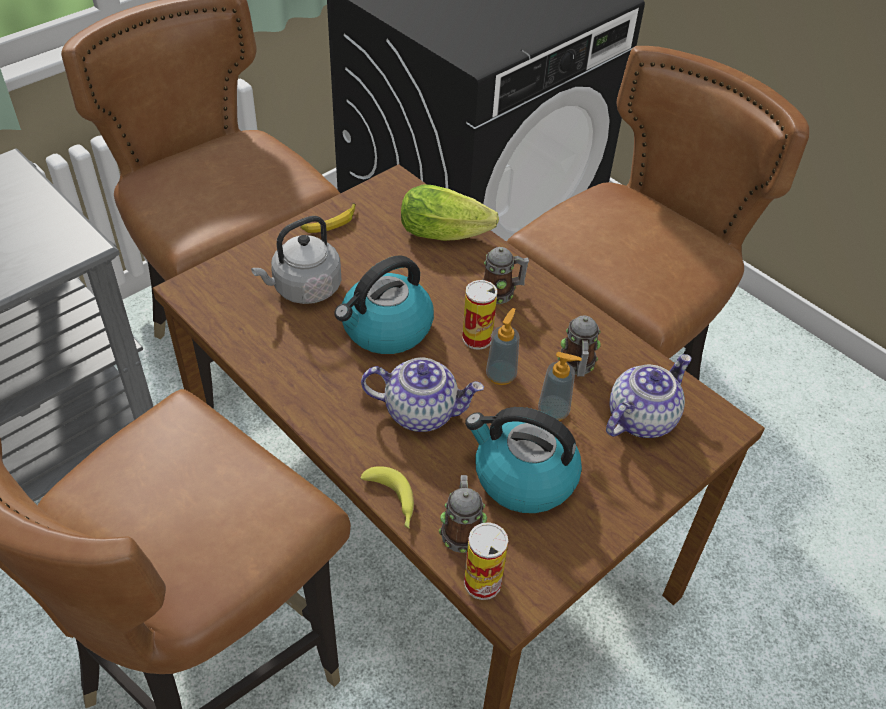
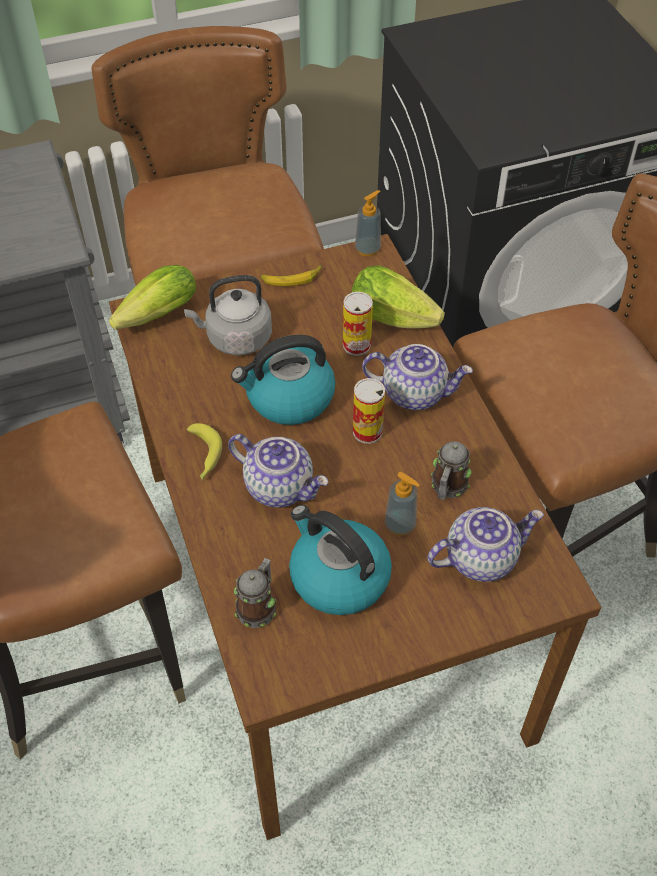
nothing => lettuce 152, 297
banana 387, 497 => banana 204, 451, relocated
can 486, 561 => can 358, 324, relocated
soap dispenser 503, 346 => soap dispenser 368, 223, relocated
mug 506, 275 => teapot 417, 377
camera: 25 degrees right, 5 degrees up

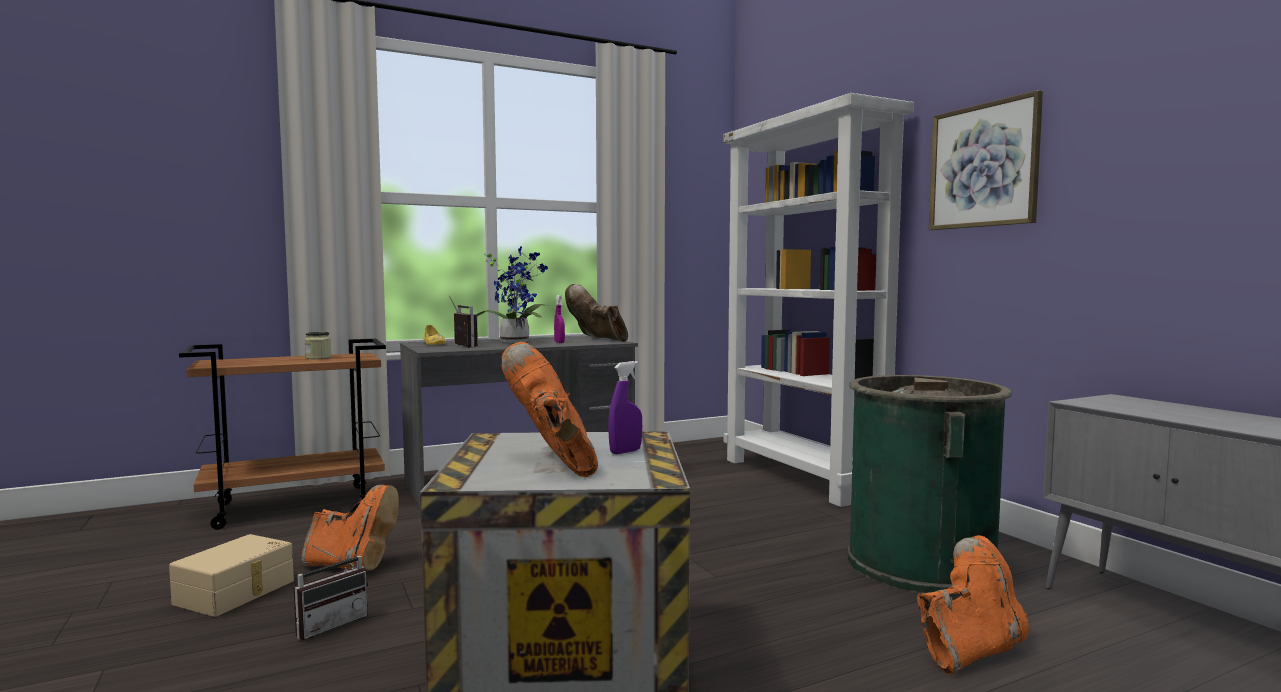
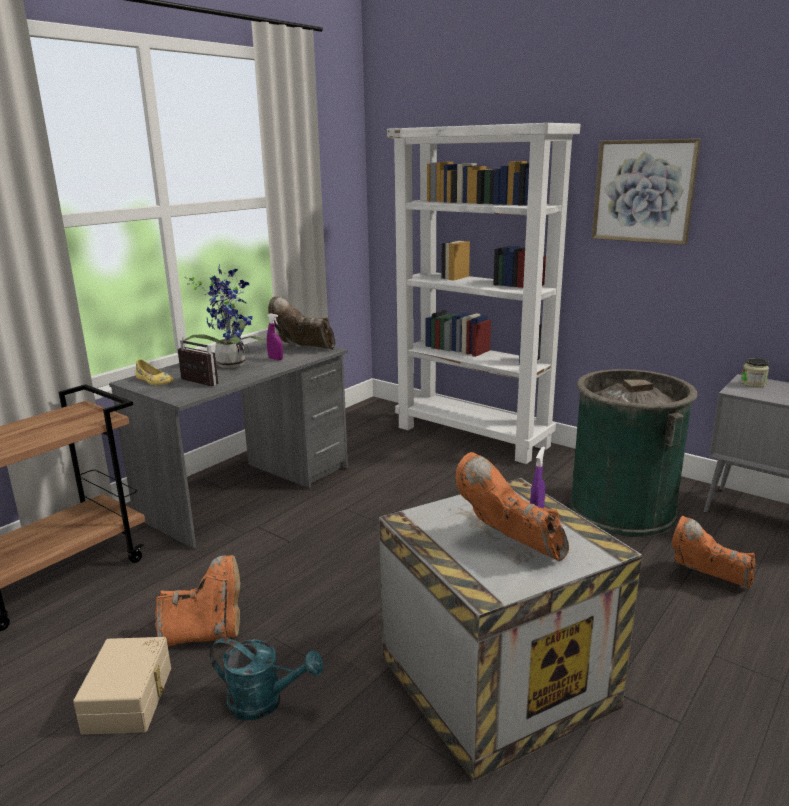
radio 331, 592 => turquoise watering can 266, 679
orange boot 973, 605 => orange boot 714, 552, 90 degrees counterclockwise
jar 318, 345 => jar 755, 373, relocated
camera: 25 degrees left, 15 degrees up

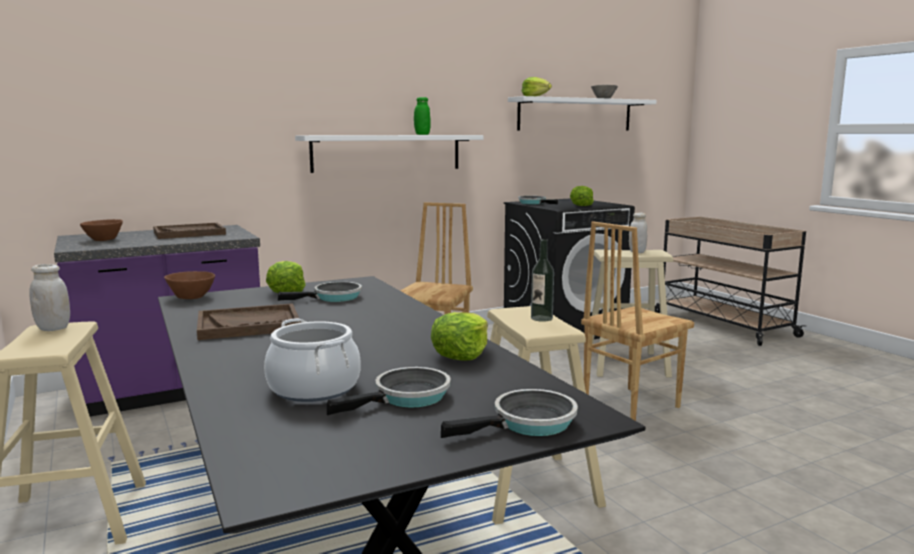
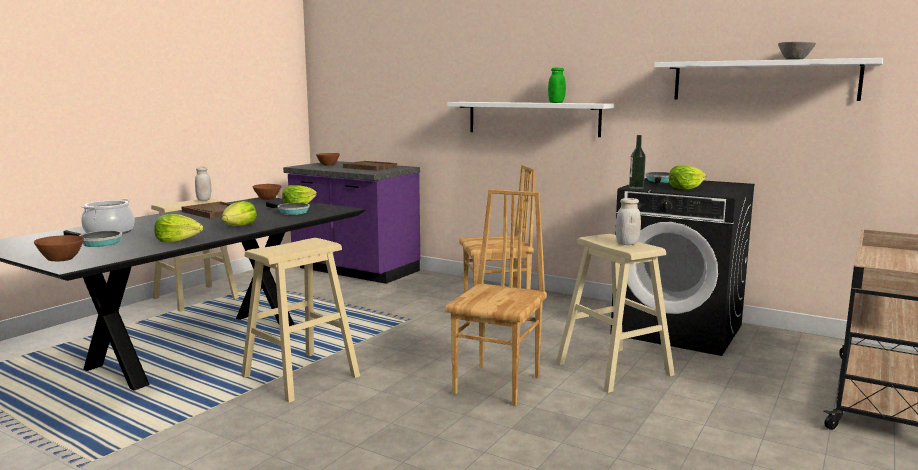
frying pan 509, 413 => brown bowl 59, 248
lettuce 537, 86 => lettuce 239, 213, relocated
brown chair 637, 321 => brown chair 496, 297, 90 degrees clockwise
bottle 542, 280 => bottle 637, 162, relocated
camera: 60 degrees right, 0 degrees up

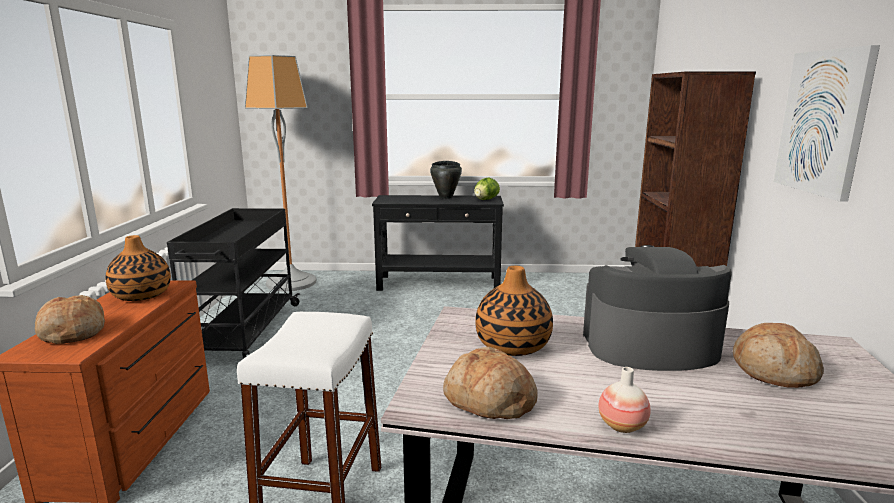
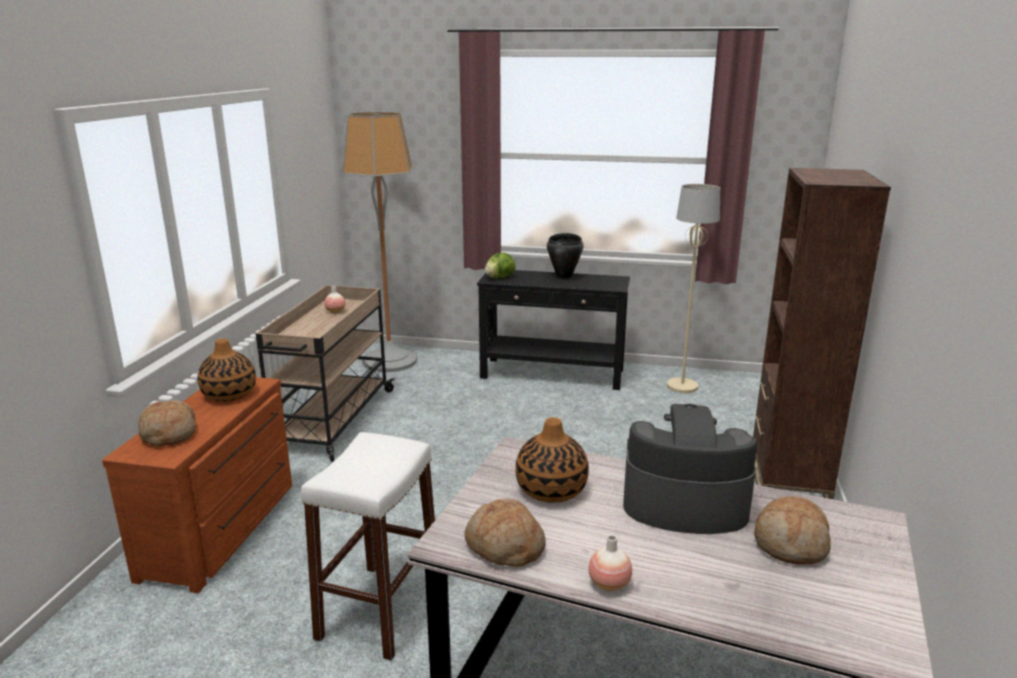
black cart 233, 283 => beige cart 325, 373
nothing => vase 335, 299
lettuce 487, 188 => lettuce 500, 265, relocated
nothing => beige floor lamp 693, 288
picture 827, 123 => nothing
camera: 10 degrees right, 5 degrees up

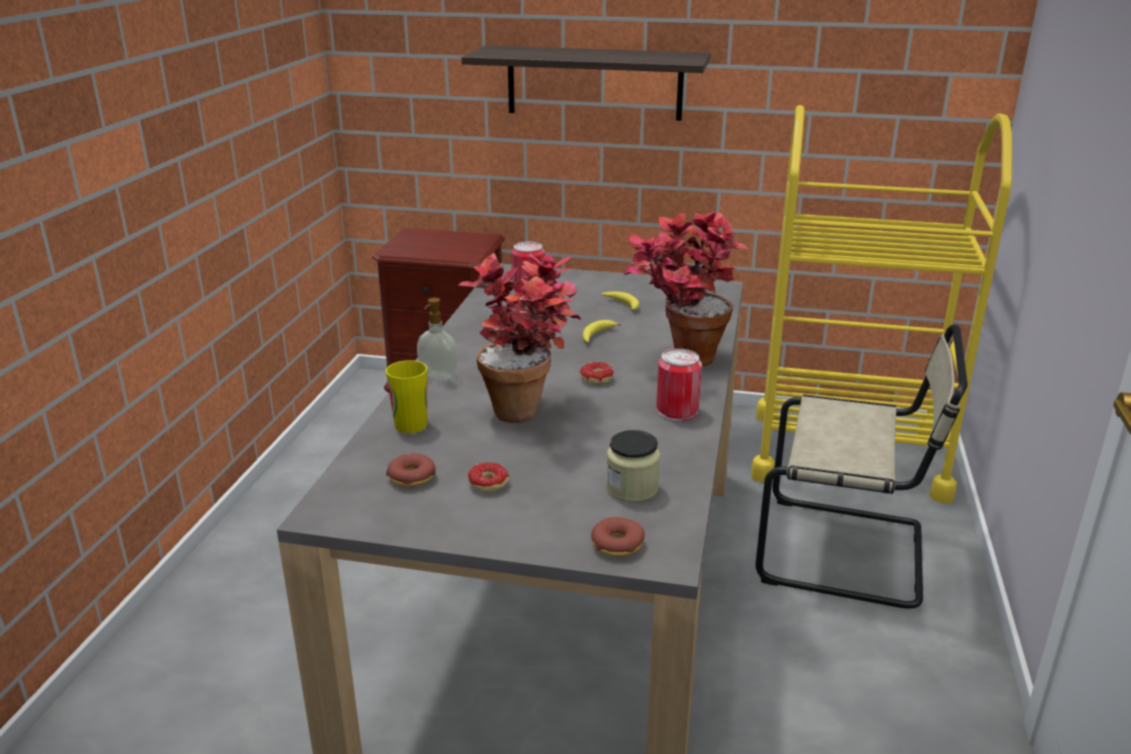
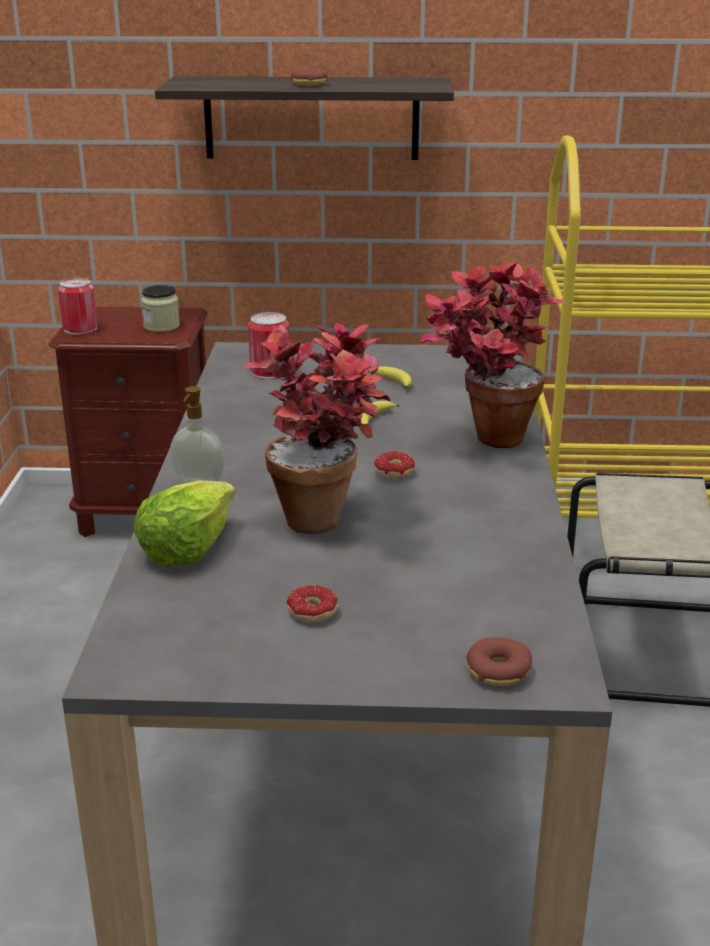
can 679, 385 => can 77, 306, relocated
cup 406, 396 => lettuce 184, 523
jar 633, 466 => jar 160, 308, relocated
donut 411, 470 => donut 309, 77, relocated
camera: 10 degrees left, 0 degrees up

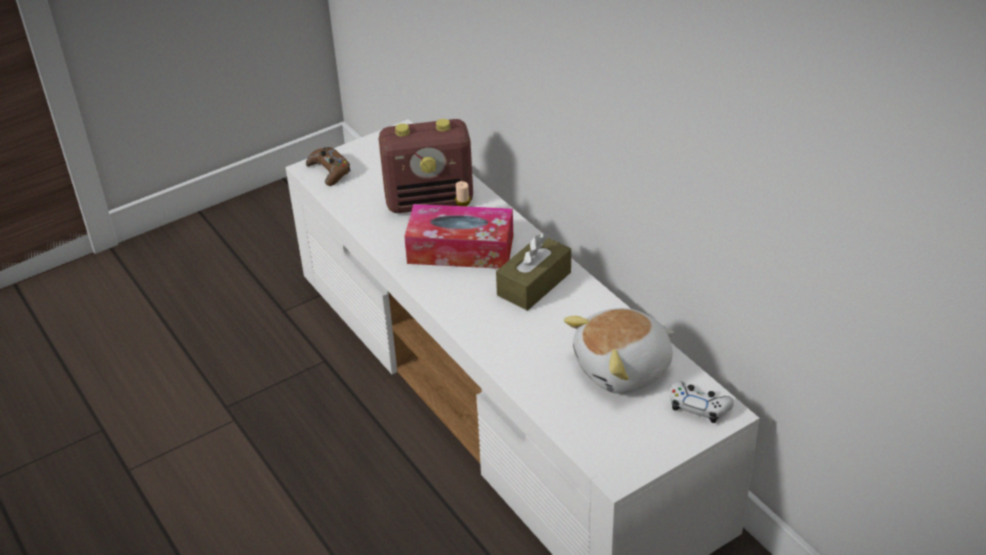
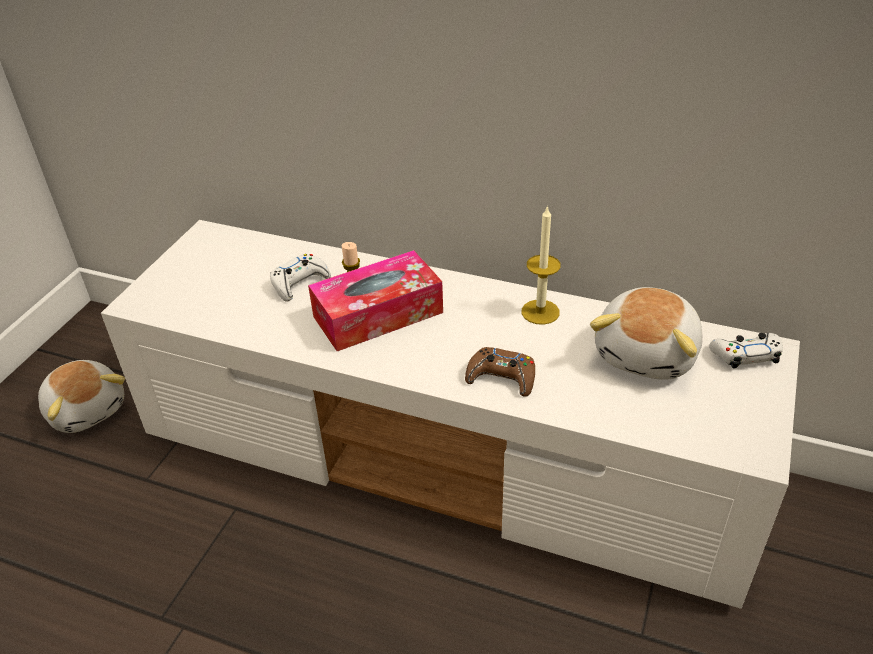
nothing => plush toy 81, 396
radio 426, 166 => white game controller 300, 278
brown game controller 328, 166 => brown game controller 500, 372, relocated
nothing => candle 541, 265
brown tissue box 533, 272 => nothing
camera: 35 degrees left, 0 degrees up

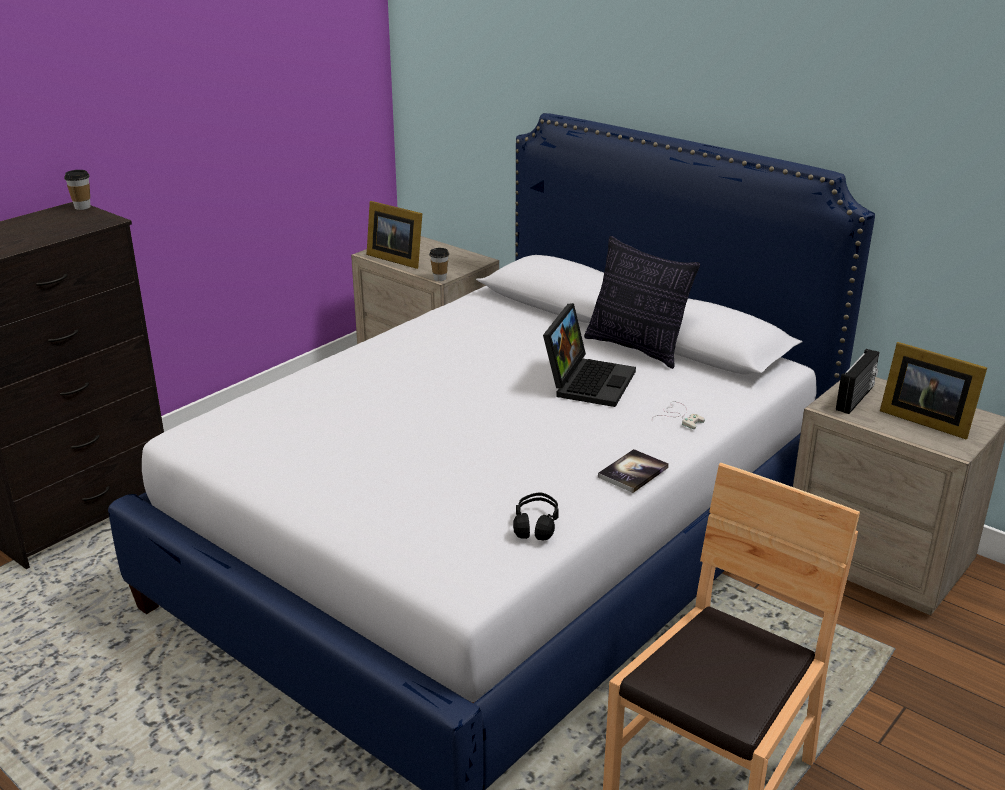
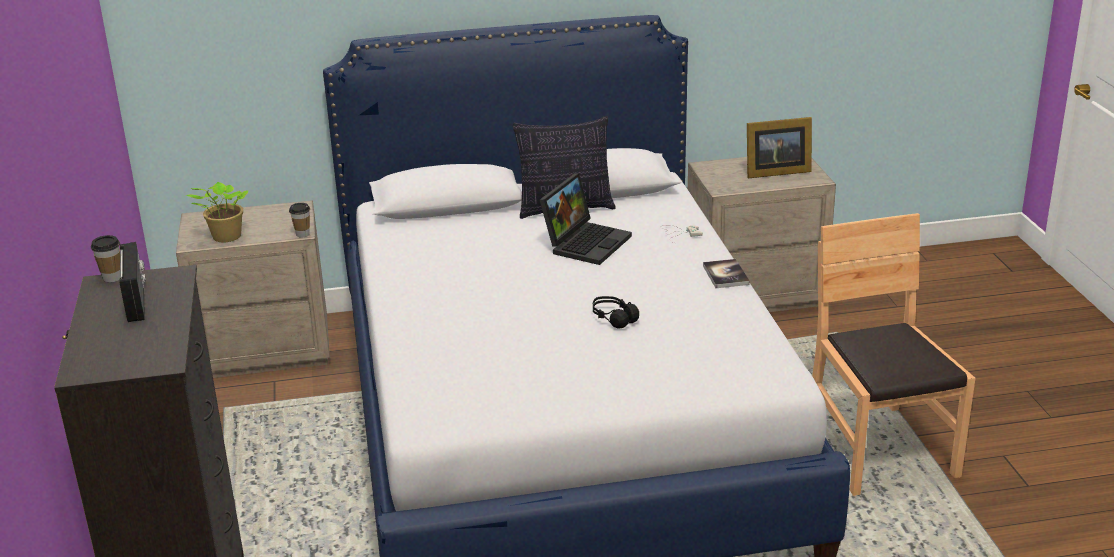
radio 857, 381 => radio 132, 282, relocated
picture frame 394, 235 => potted plant 217, 212
laptop 589, 355 => laptop 586, 219, 60 degrees clockwise
black headphones 536, 516 => black headphones 616, 312, relocated
camera: 50 degrees left, 0 degrees up

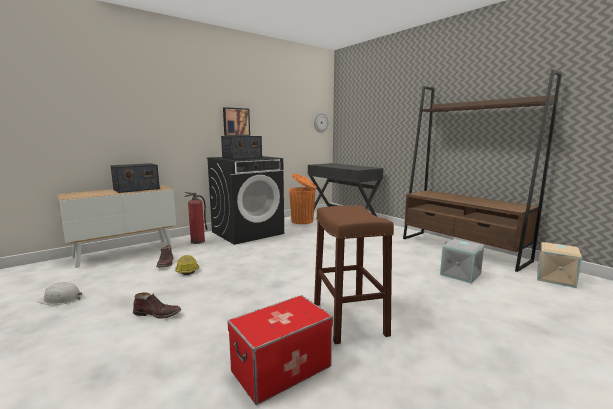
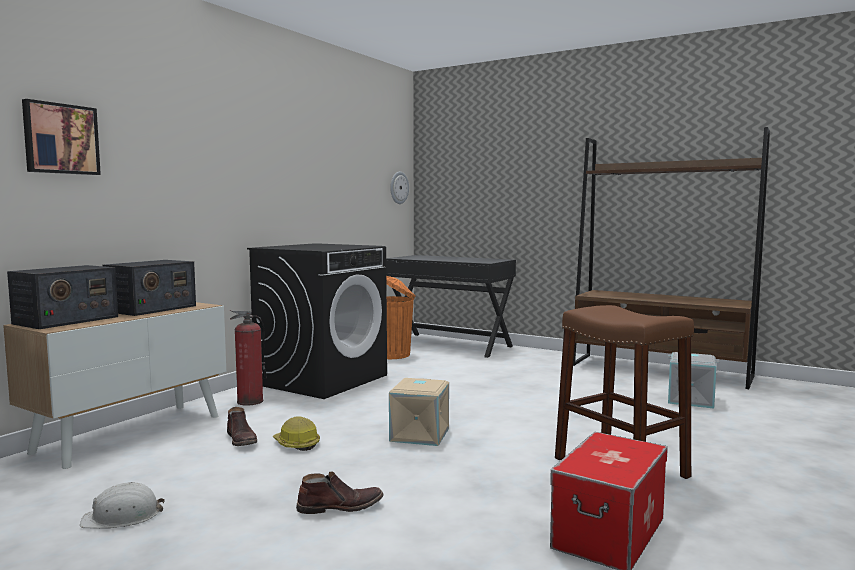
radio 241, 148 => radio 62, 297, relocated
picture 236, 121 => picture 61, 137, relocated
beige storage box 559, 265 => beige storage box 419, 412, relocated
camera: 20 degrees left, 5 degrees down

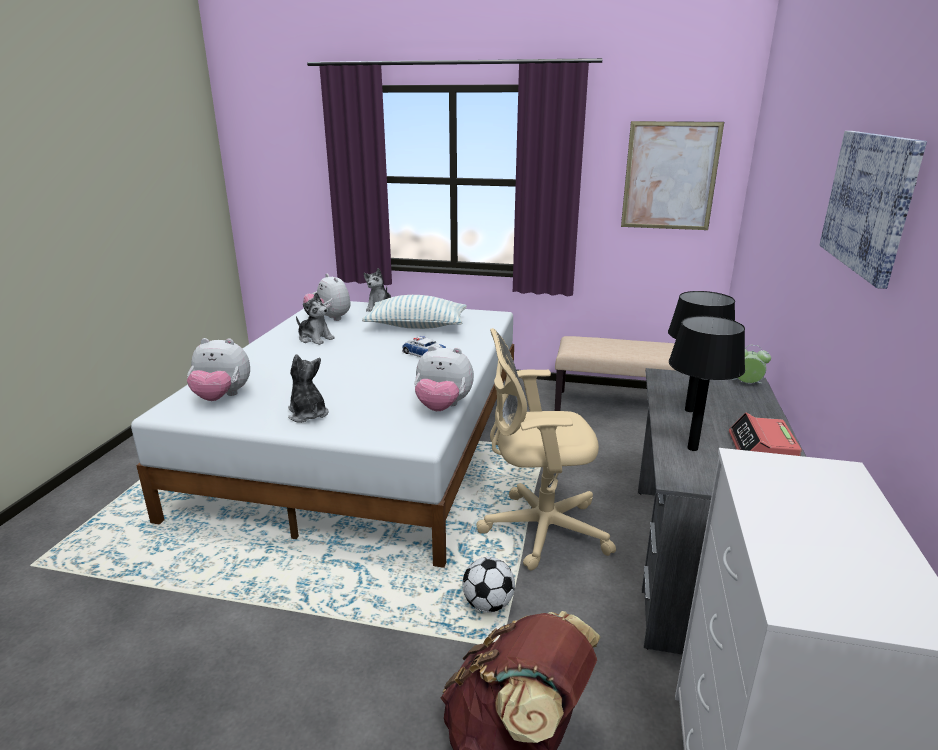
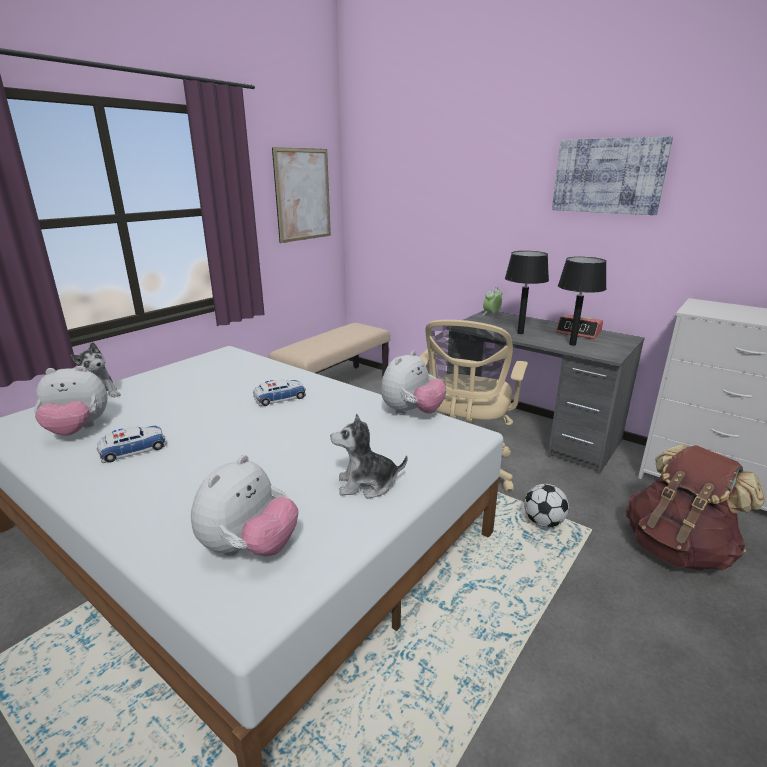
plush toy 315, 319 => toy car 131, 444
pillow 414, 312 => nothing
camera: 65 degrees left, 0 degrees up

